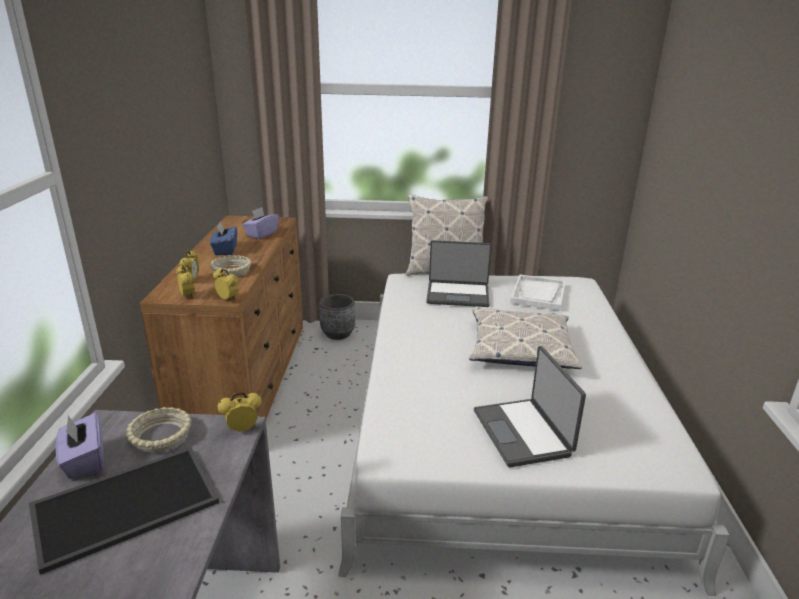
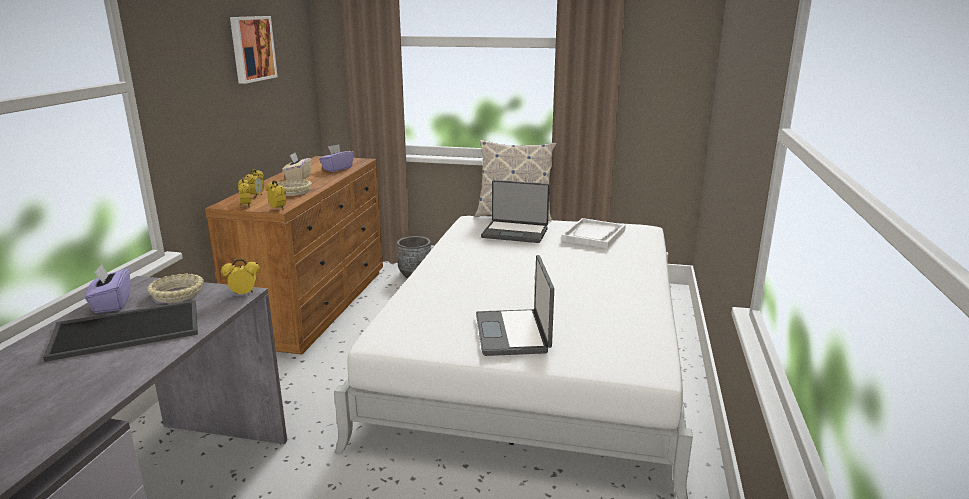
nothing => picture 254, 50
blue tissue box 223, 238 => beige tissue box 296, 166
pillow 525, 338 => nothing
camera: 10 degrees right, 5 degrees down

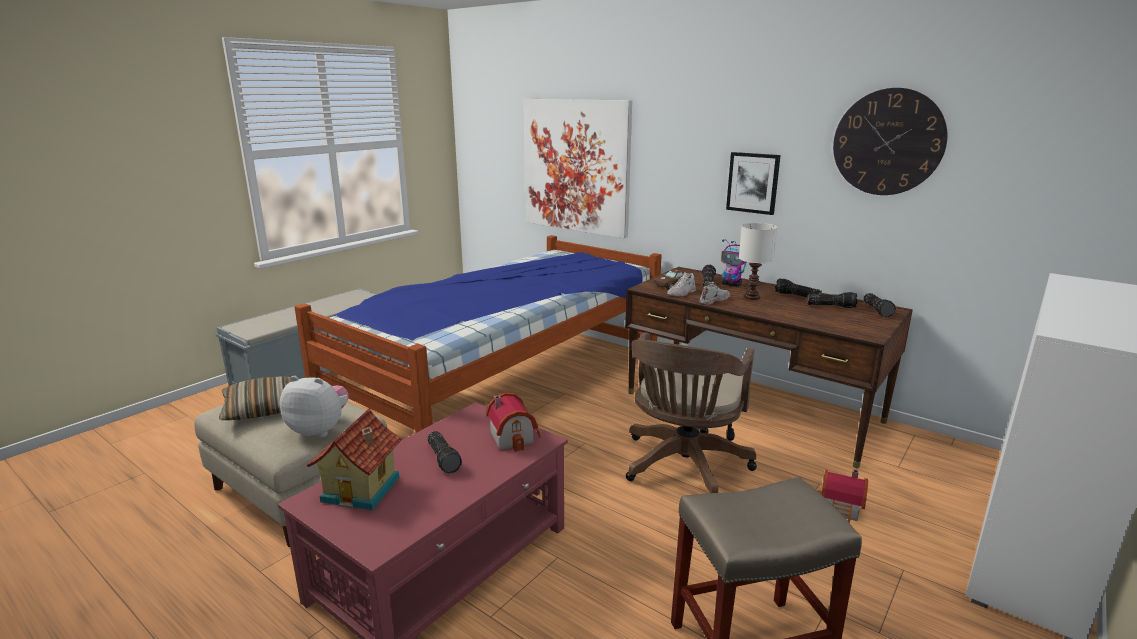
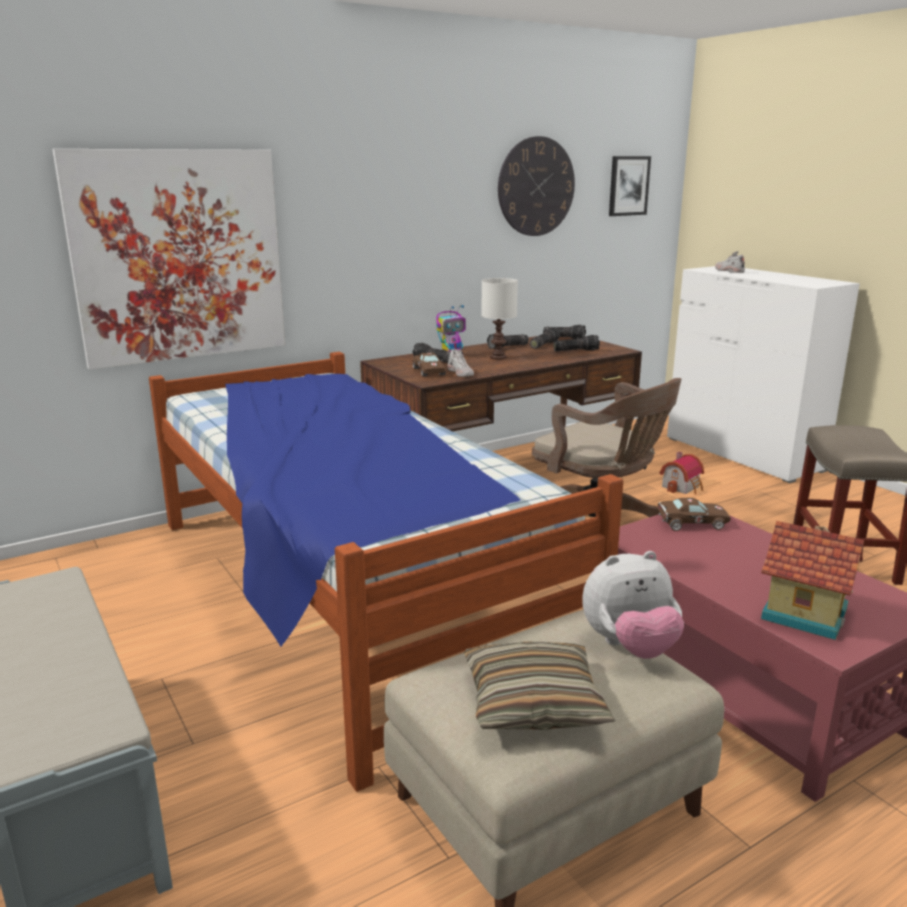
flashlight 445, 452 => flashlight 576, 343, relocated
plush toy 314, 407 => plush toy 633, 605, 135 degrees counterclockwise
picture 753, 183 => picture 630, 186, relocated
toy house 513, 422 => brown toy car 694, 514
white shoe 715, 293 => white shoe 730, 262, relocated
camera: 70 degrees left, 0 degrees up

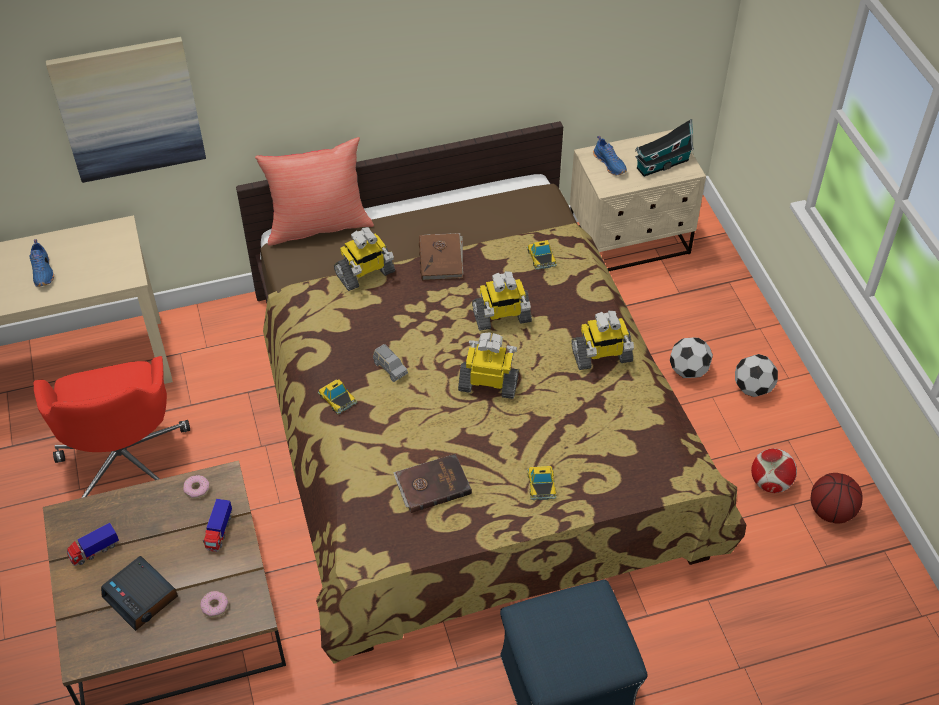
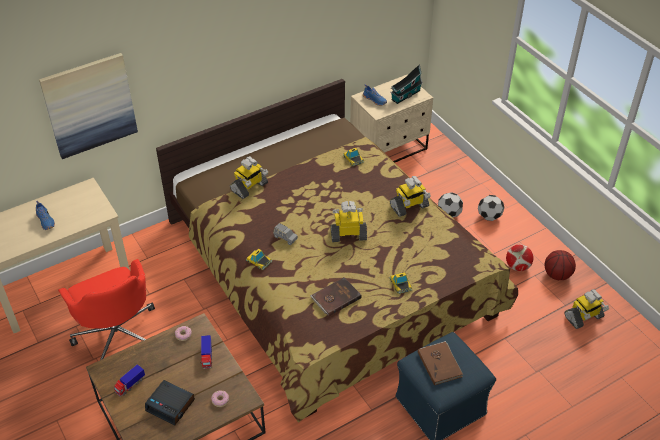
brown book 441, 257 => brown book 440, 363, relocated
toy robot 502, 301 => toy robot 586, 309, relocated
red pillow 314, 191 => nothing
camera: 15 degrees left, 5 degrees down

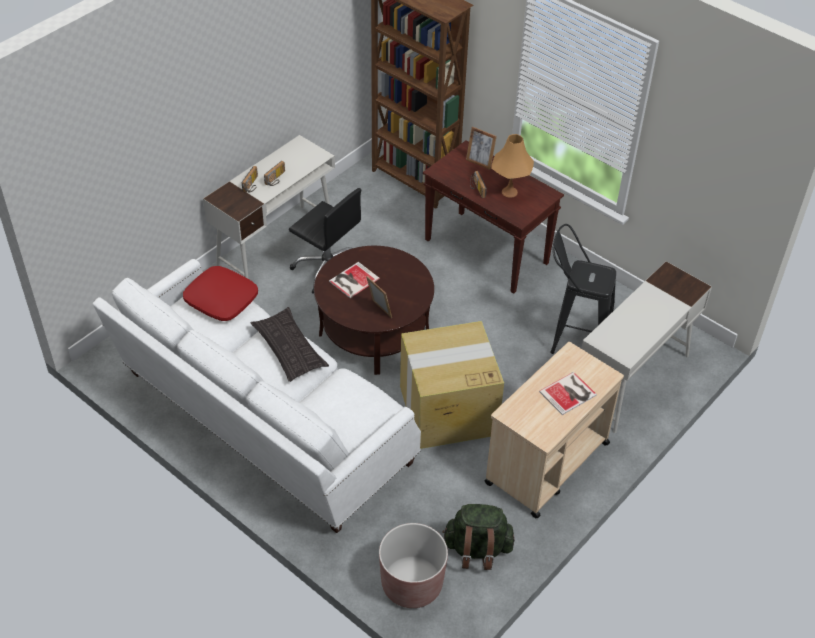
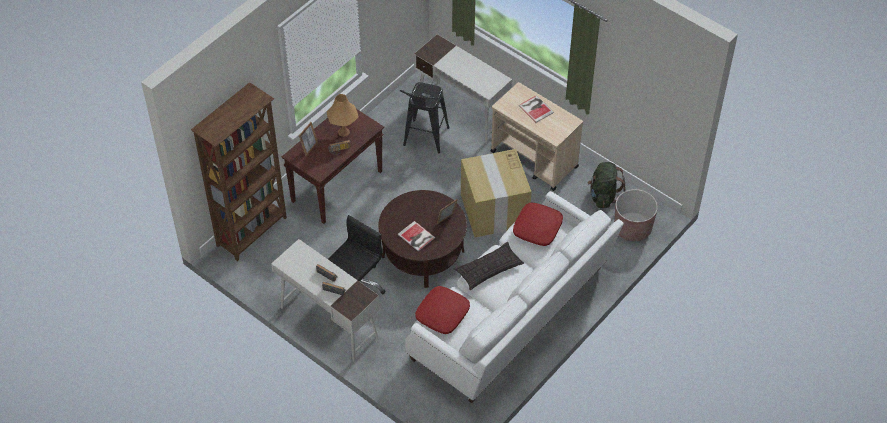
nothing => red pillow 538, 224
camera: 90 degrees left, 5 degrees up

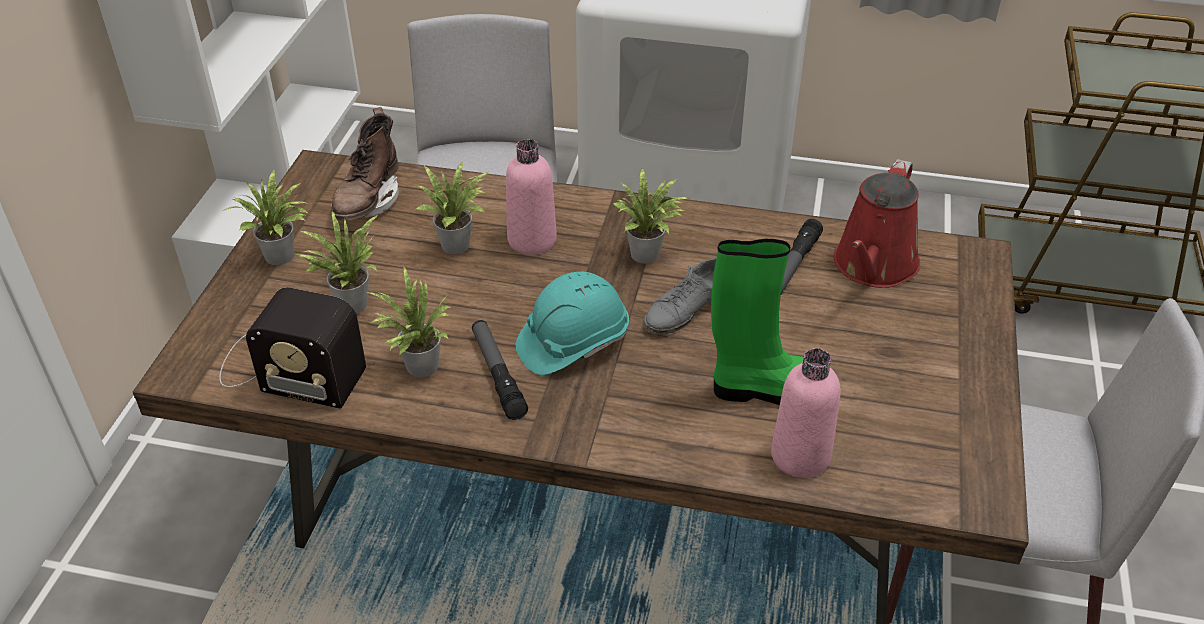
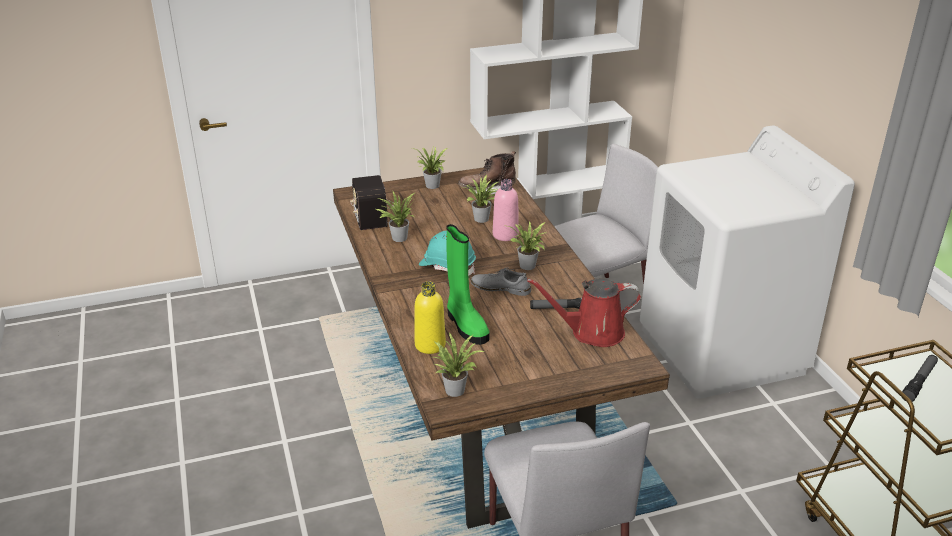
pink bottle 806, 413 => yellow bottle 430, 317
potted plant 337, 262 => potted plant 458, 365, relocated
flashlight 500, 370 => flashlight 920, 378, relocated
camera: 60 degrees right, 10 degrees down

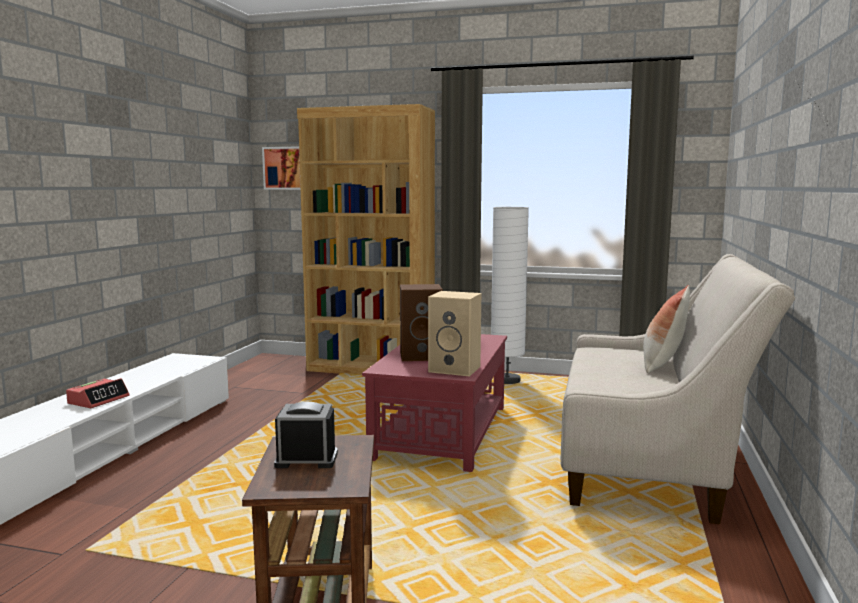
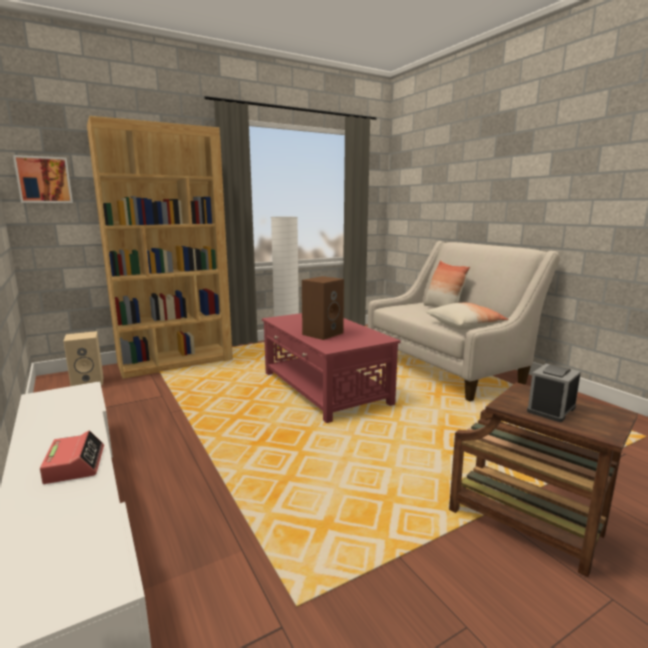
beige speaker 454, 333 => beige speaker 83, 358, relocated
nothing => pillow 467, 316
camera: 45 degrees left, 5 degrees up

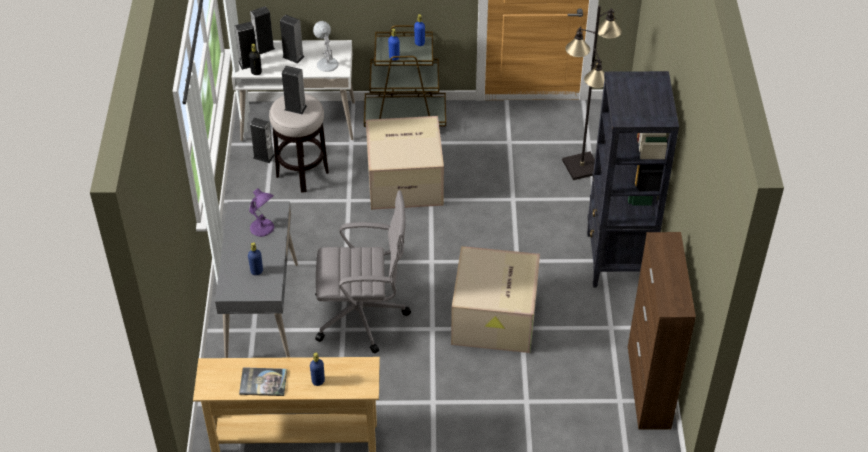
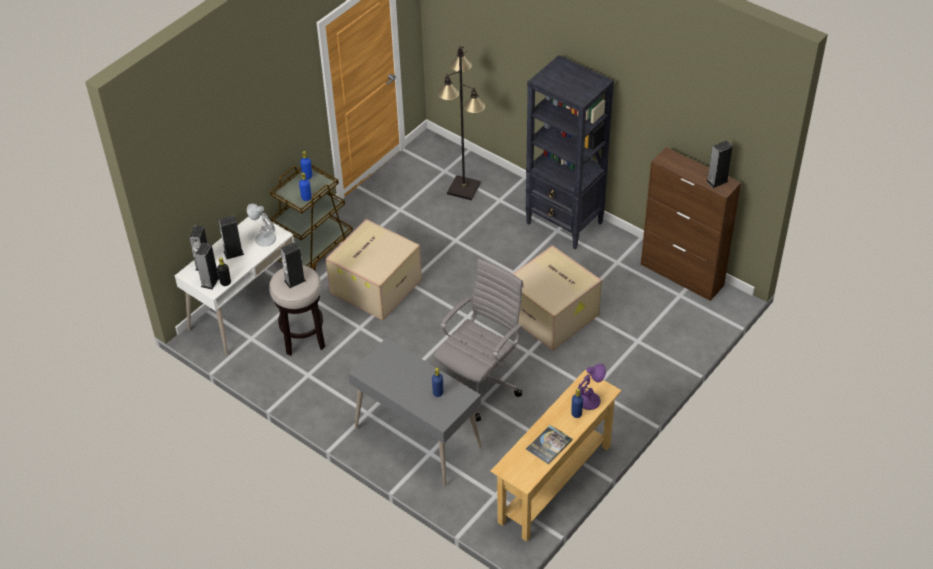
purple table lamp 261, 212 => purple table lamp 592, 387, relocated
speaker 262, 140 => speaker 719, 164, relocated
camera: 50 degrees left, 0 degrees up

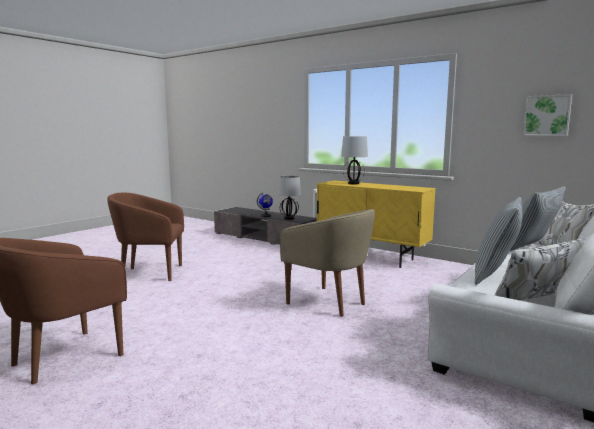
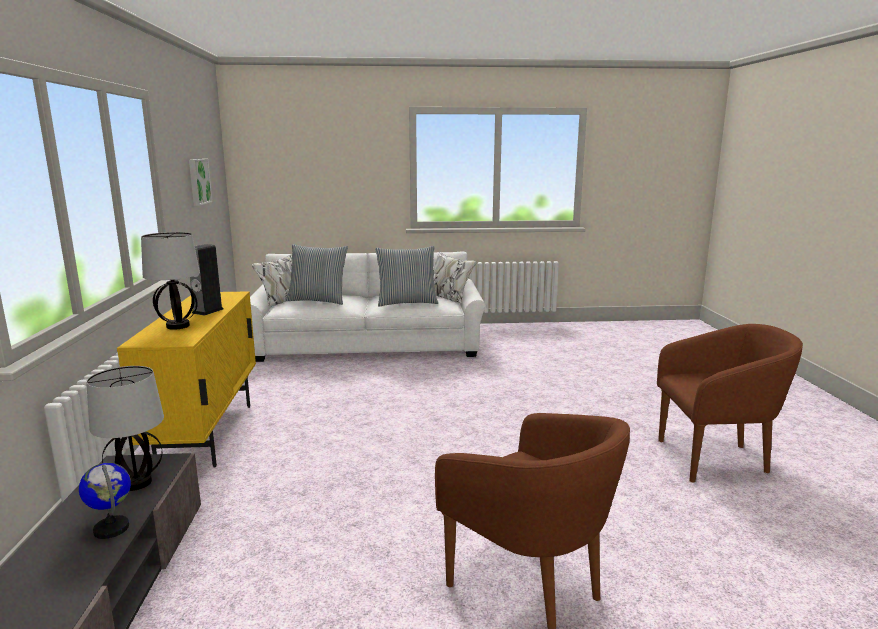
nothing => speaker 206, 279
beige armchair 327, 263 => nothing
camera: 130 degrees left, 5 degrees up

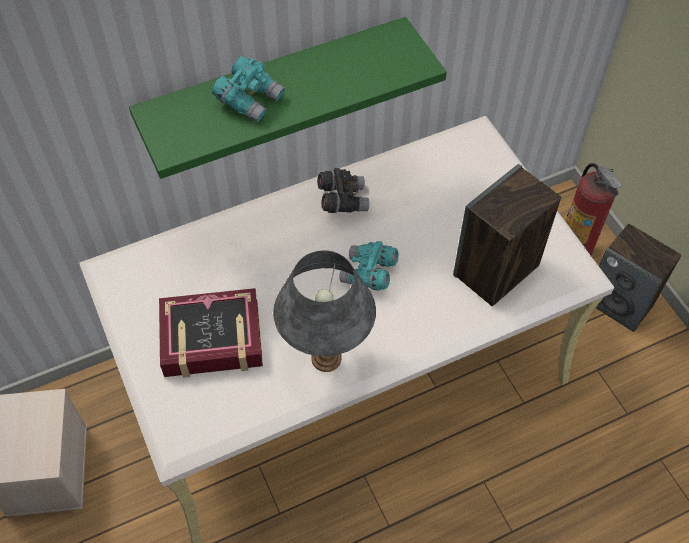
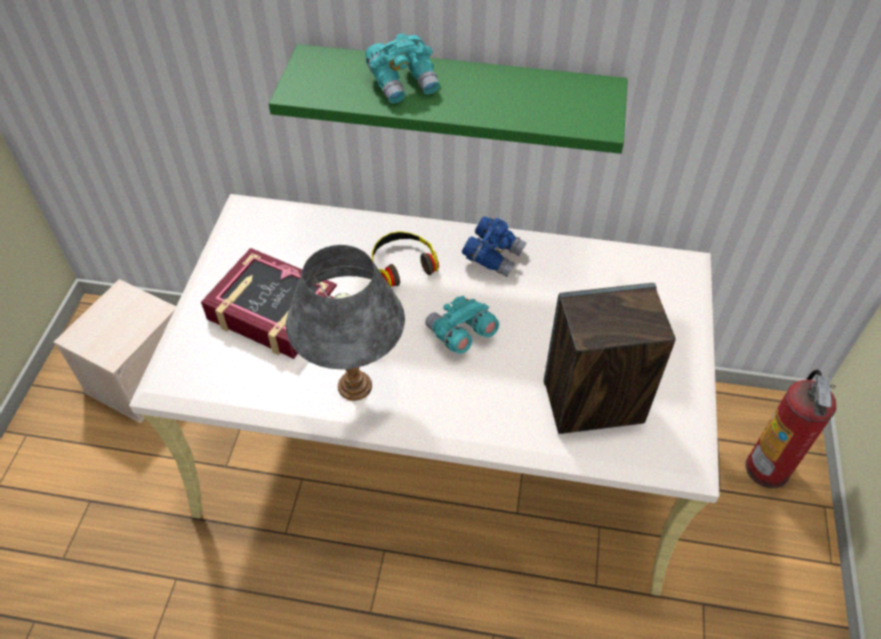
nothing => headphones 405, 259
grey binoculars 343, 190 => blue binoculars 494, 246
speaker 638, 278 => nothing
camera: 35 degrees right, 5 degrees down

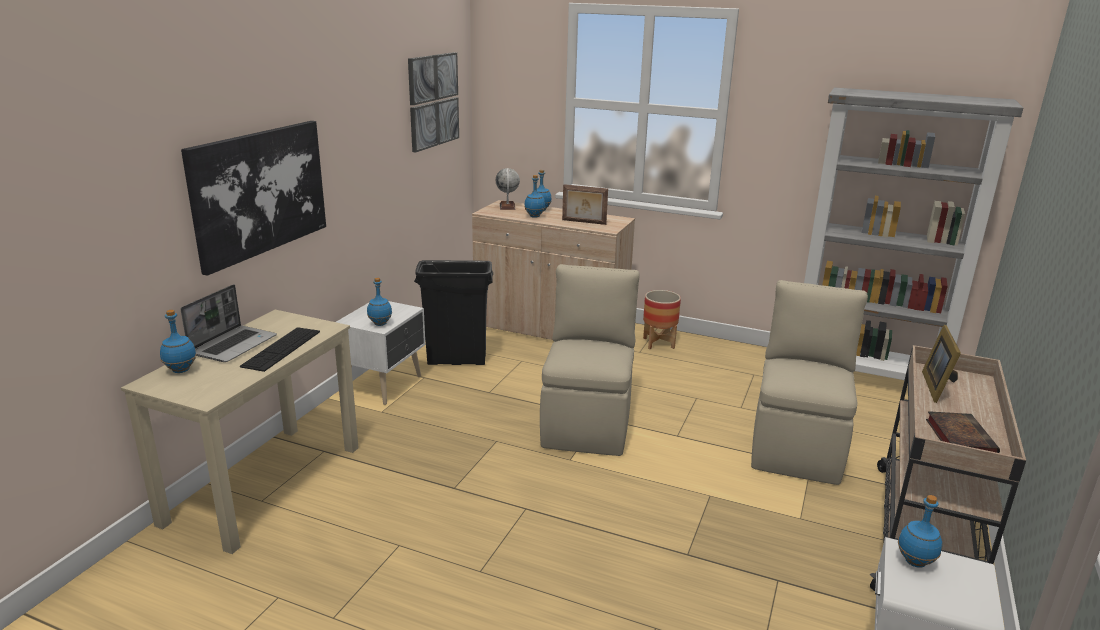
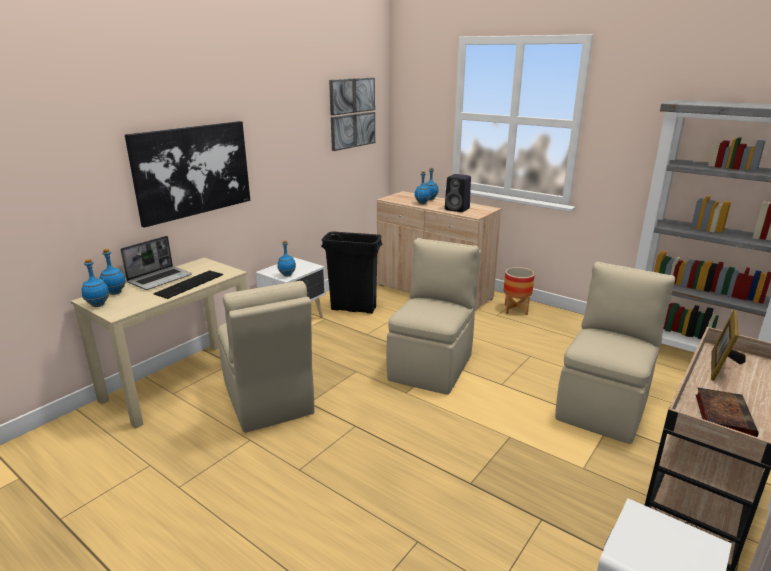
blue bottle 920, 531 => blue bottle 95, 283, relocated
nothing => beige chair 266, 357
picture frame 585, 204 => black speaker 458, 193
globe 507, 189 => nothing
camera: 15 degrees right, 0 degrees up

